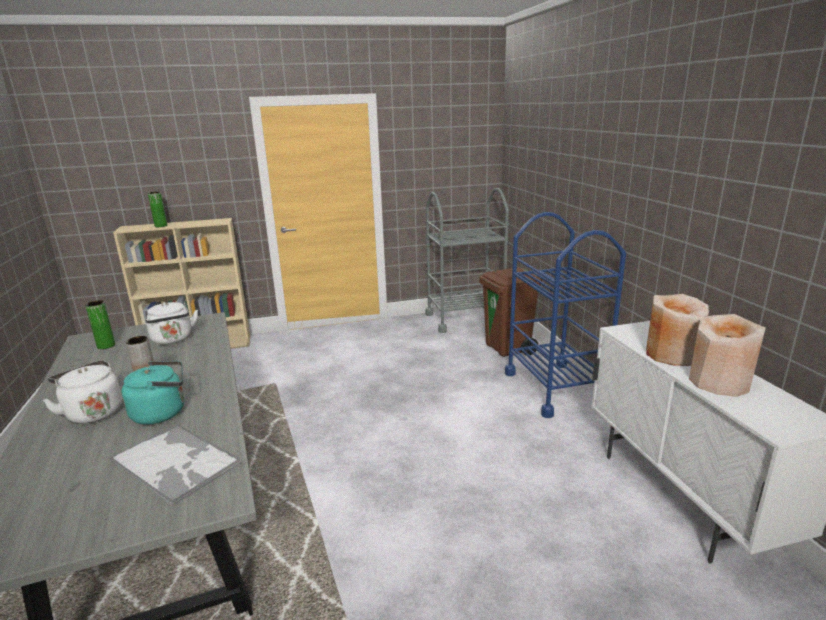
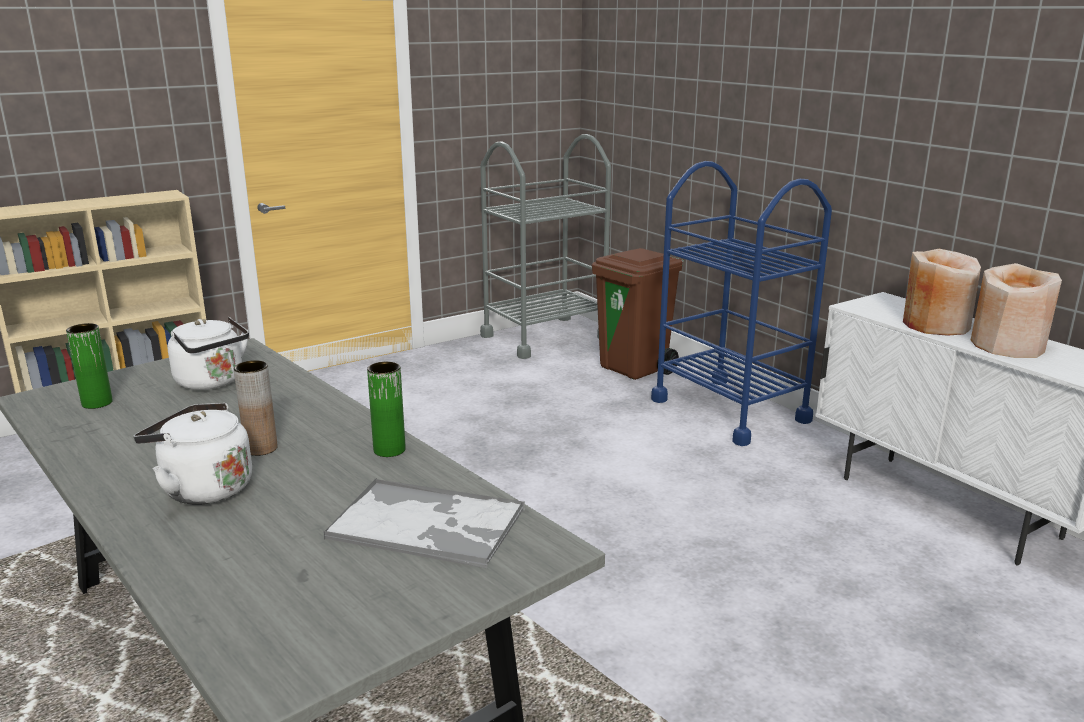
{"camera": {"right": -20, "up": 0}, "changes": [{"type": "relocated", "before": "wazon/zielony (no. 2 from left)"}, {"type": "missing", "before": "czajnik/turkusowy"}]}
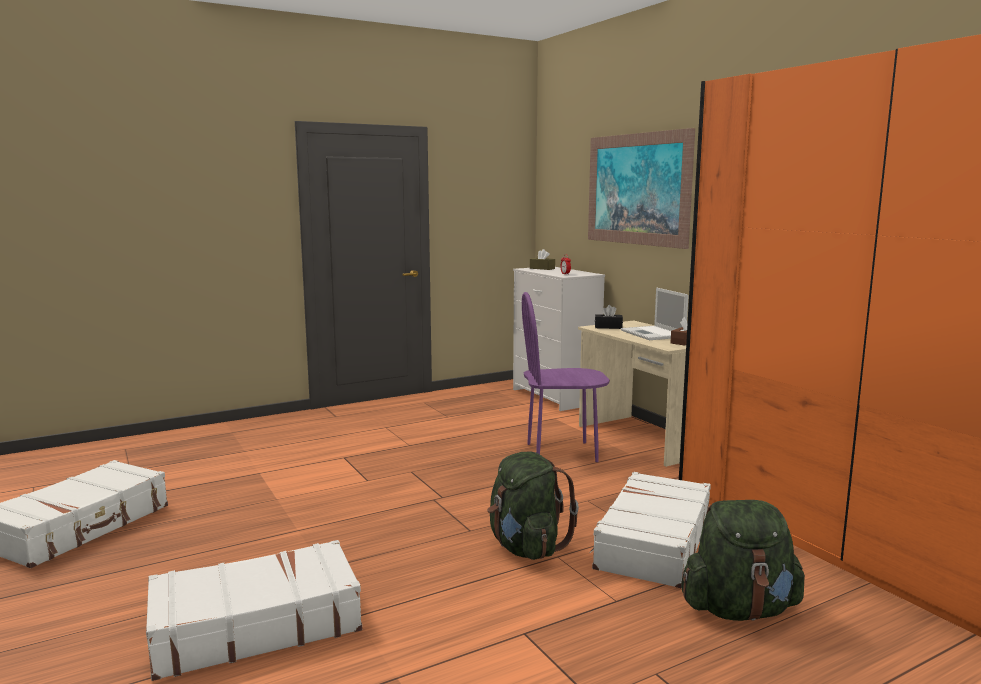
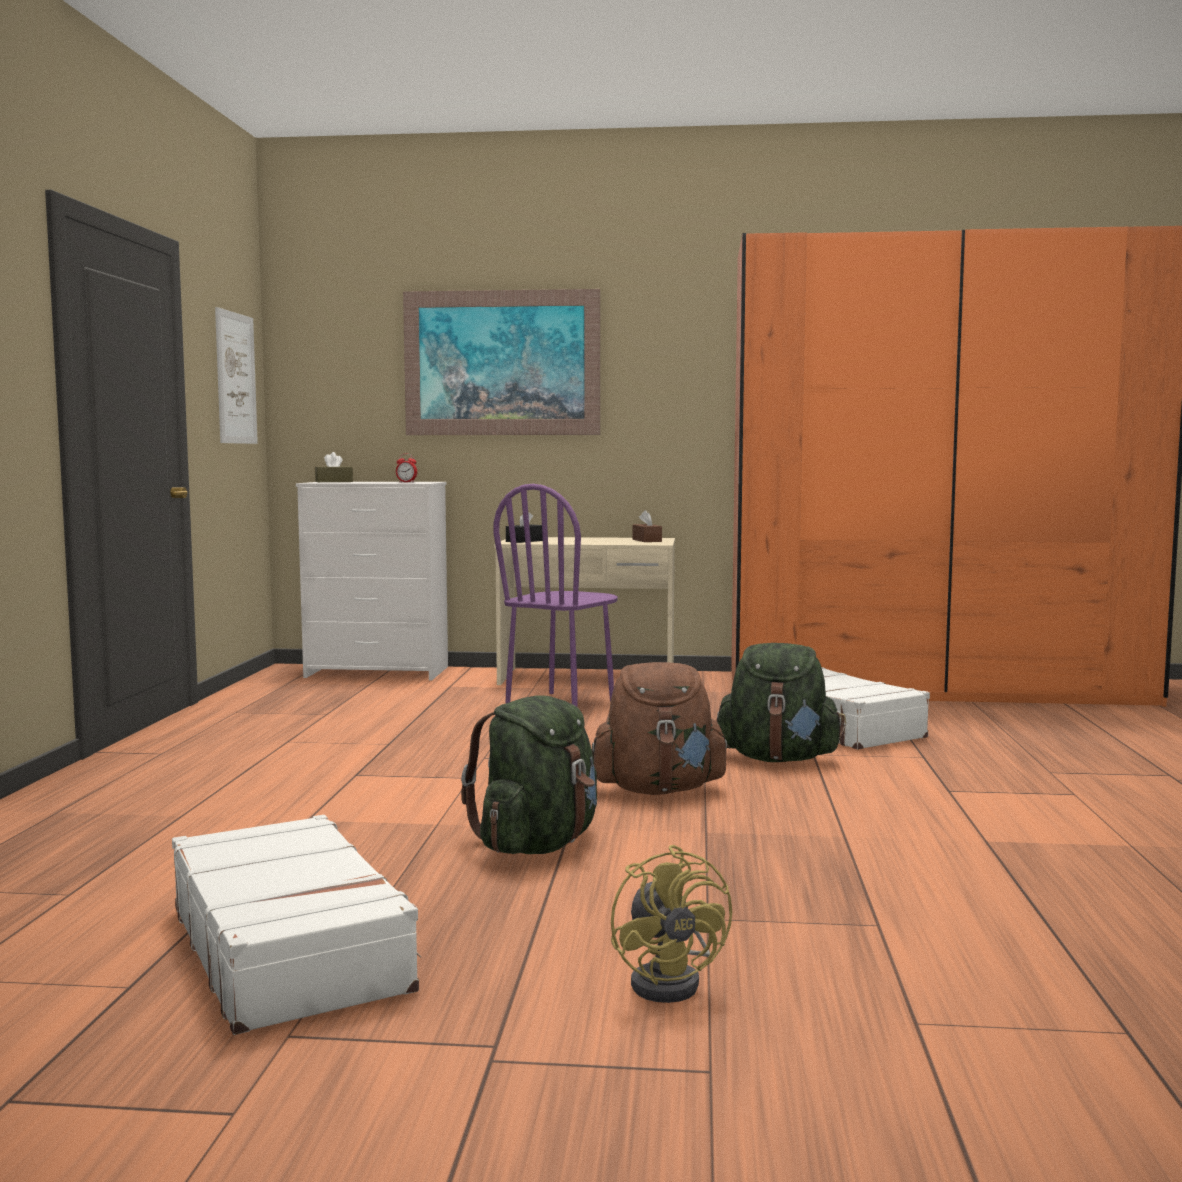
{"camera": {"right": -55, "up": -5}, "changes": [{"type": "missing", "before": "laptop"}, {"type": "relocated", "before": "plecak/zielony (no. 2 from left in the first image)", "after": "plecak/zielony (no. 1 from left)"}, {"type": "missing", "before": "walizka/biały (no. 2 from left)"}, {"type": "appeared", "after": "obraz (no. 1 from left)"}, {"type": "appeared", "after": "plecak/brązowy"}, {"type": "appeared", "after": "wentylator/żółty"}]}
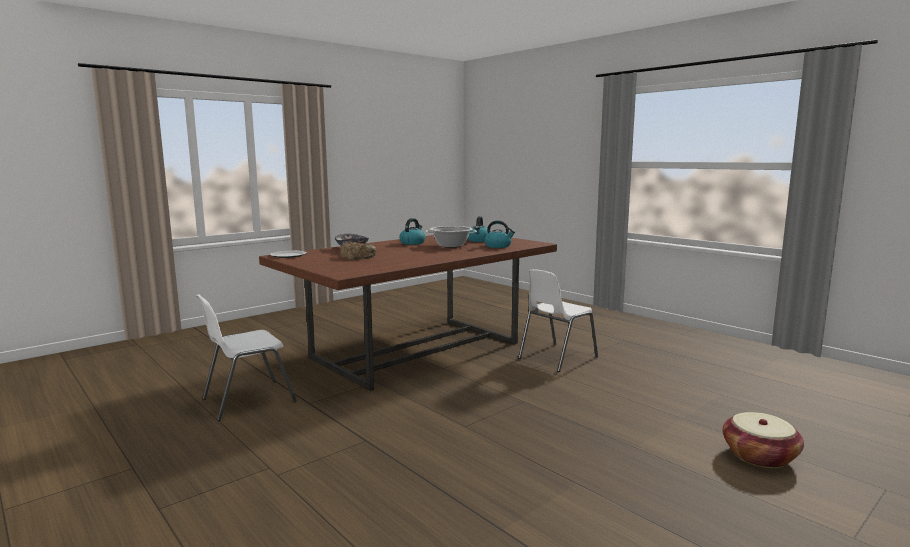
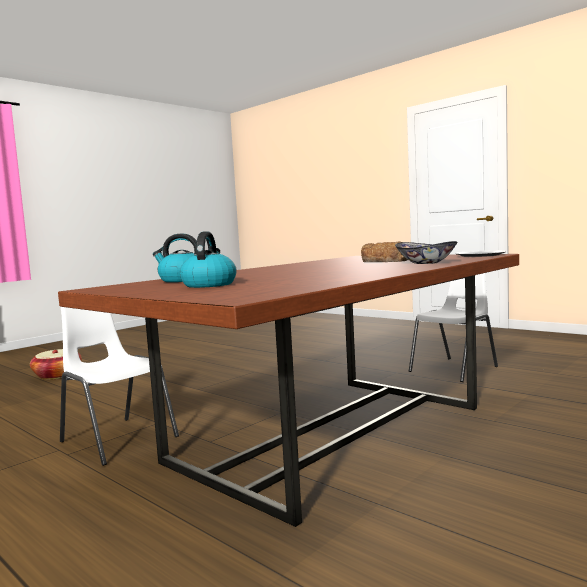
{"camera": {"right": 175, "up": -5}, "changes": [{"type": "missing", "before": "czajnik (no. 1 from left)"}, {"type": "missing", "before": "garnek"}, {"type": "spun", "before": "krzesło/biały (no. 2 from left in the first image)", "turn": -90}]}
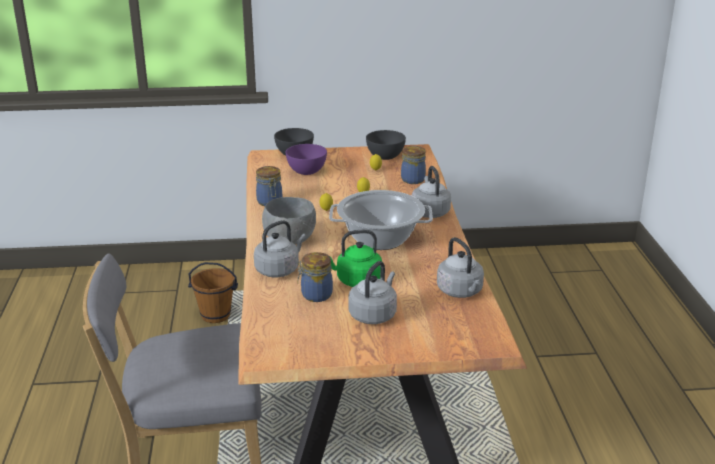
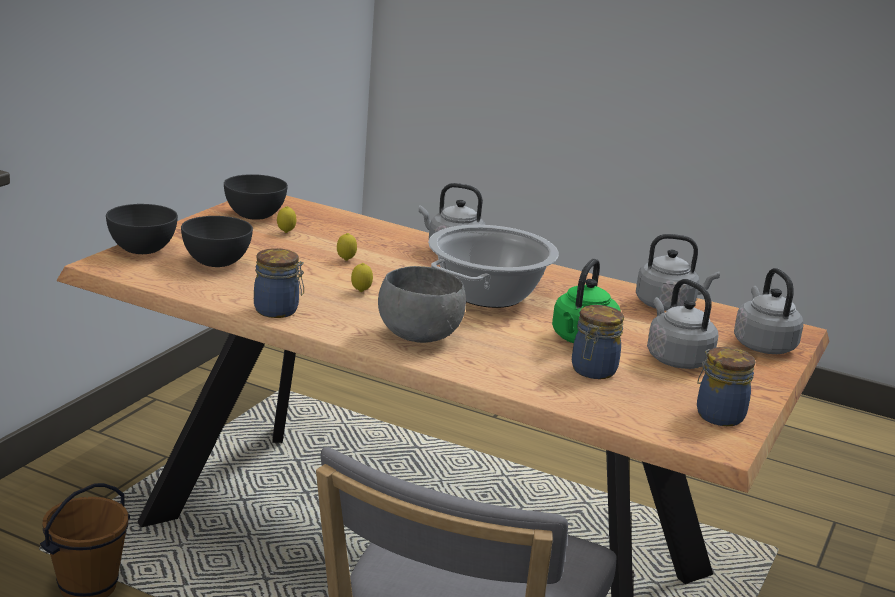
{"camera": {"right": -60, "up": -5}, "changes": [{"type": "colour", "before": "miska/fioletowy", "after": "miska/szary (no. 2 from left)"}, {"type": "relocated", "before": "słoik (no. 3 from left)"}, {"type": "relocated", "before": "czajnik/szary (no. 1 from left in the first image)", "after": "czajnik/szary (no. 4 from left)"}]}
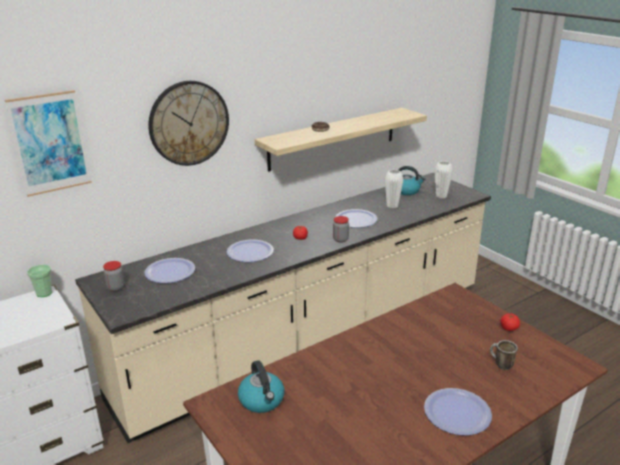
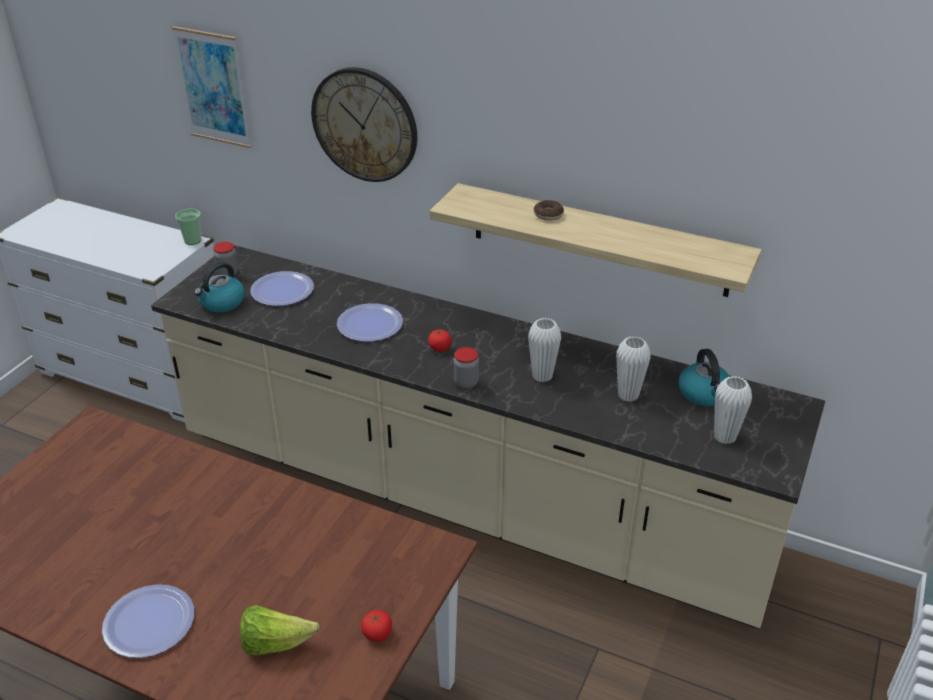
{"camera": {"right": 60, "up": 10}, "changes": [{"type": "exchanged", "before": "talerz (no. 3 from left)", "after": "wazon/biały (no. 1 from left)"}, {"type": "exchanged", "before": "kubek", "after": "sałata"}, {"type": "relocated", "before": "czajnik (no. 1 from left)"}]}
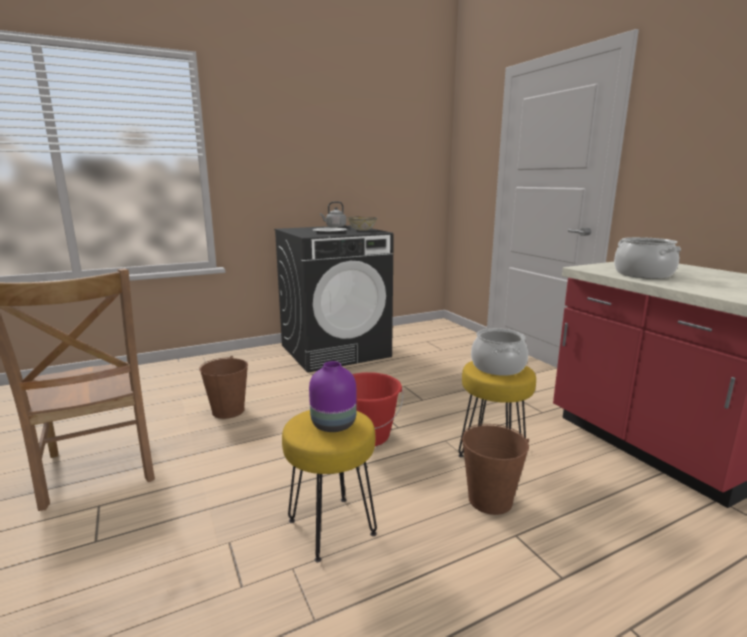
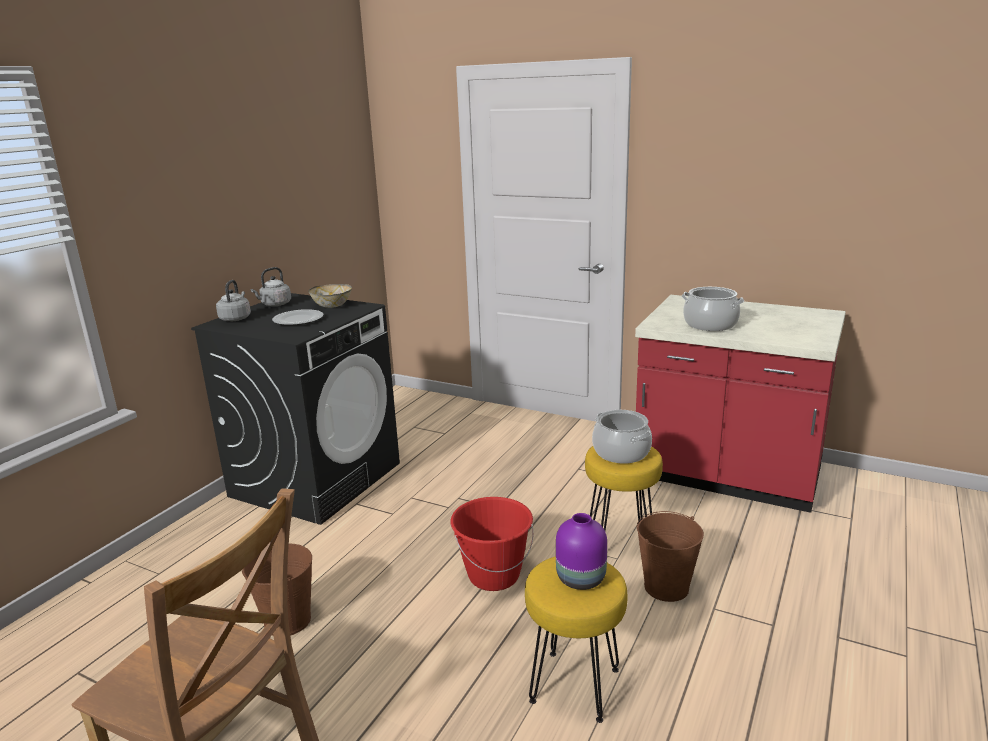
{"camera": {"right": -35, "up": 5}, "changes": [{"type": "appeared", "after": "czajnik/szary (no. 1 from left)"}]}
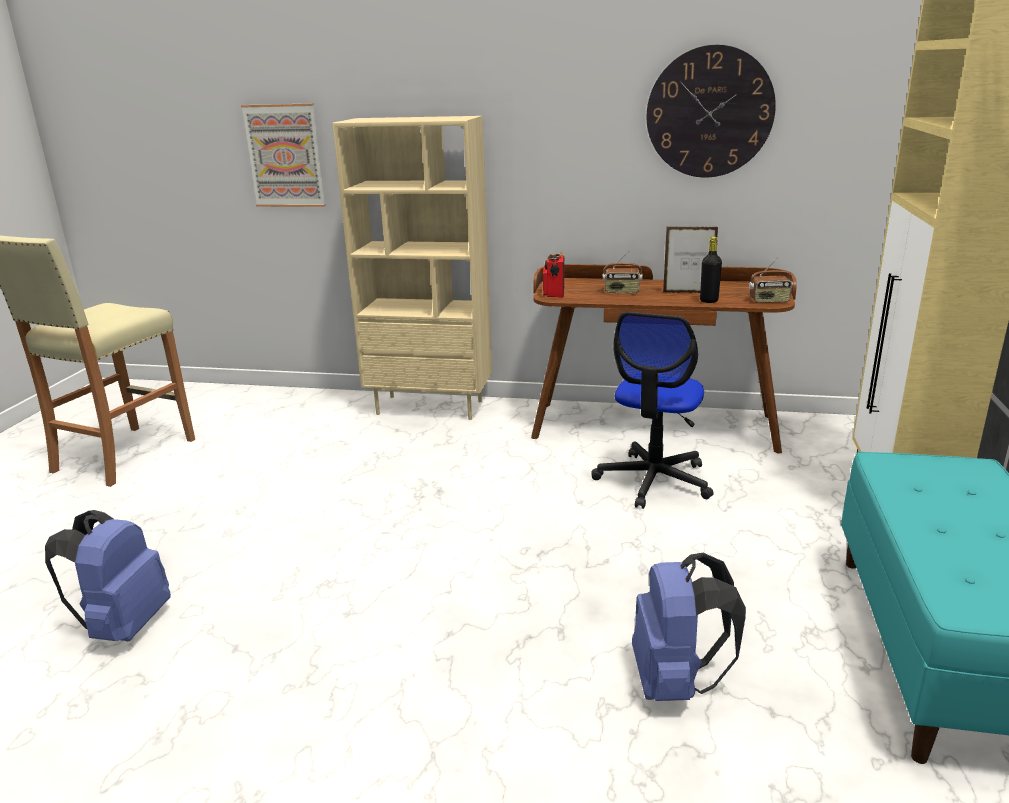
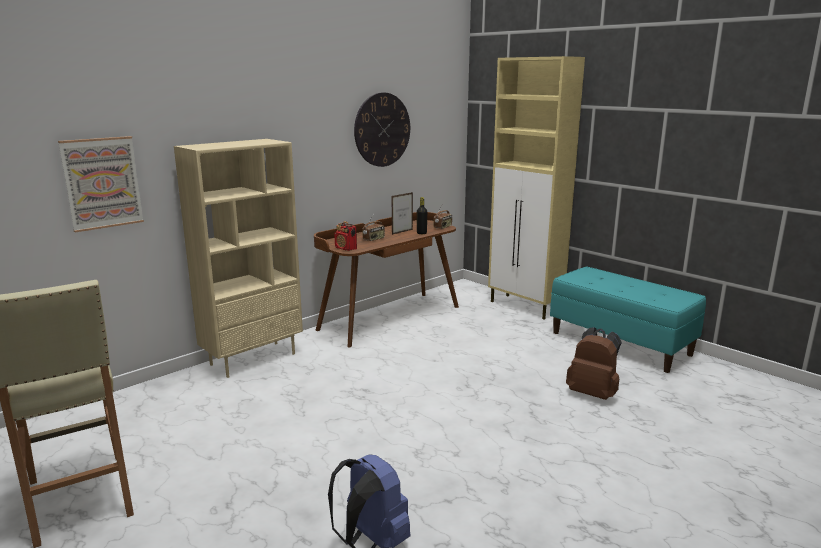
{"camera": {"right": -55, "up": -5}, "changes": [{"type": "missing", "before": "krzesło biurowe"}, {"type": "colour", "before": "plecak/niebieski (no. 2 from left)", "after": "plecak/brązowy"}]}
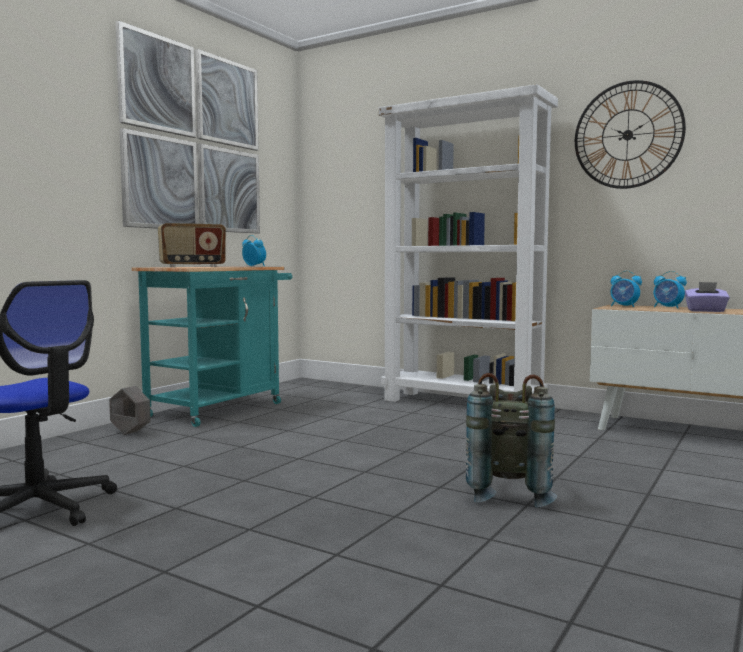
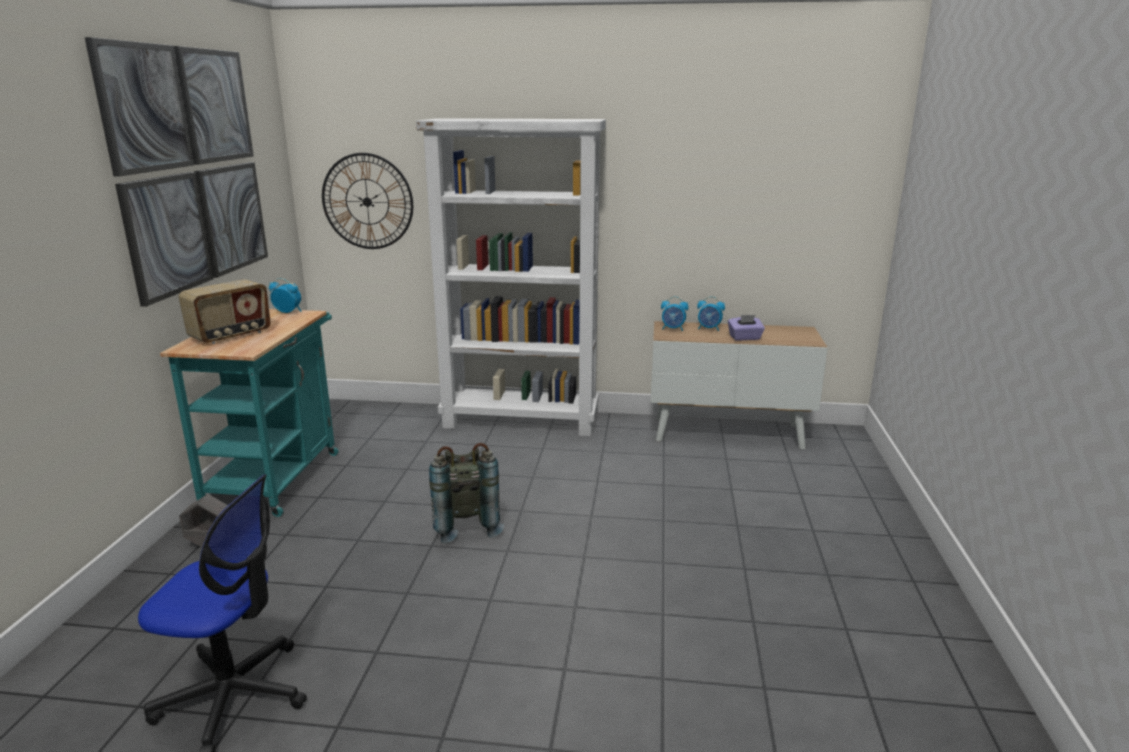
{"camera": {"right": -25, "up": 15}, "changes": [{"type": "relocated", "before": "zegar ścienny"}, {"type": "relocated", "before": "plecak/szary"}]}
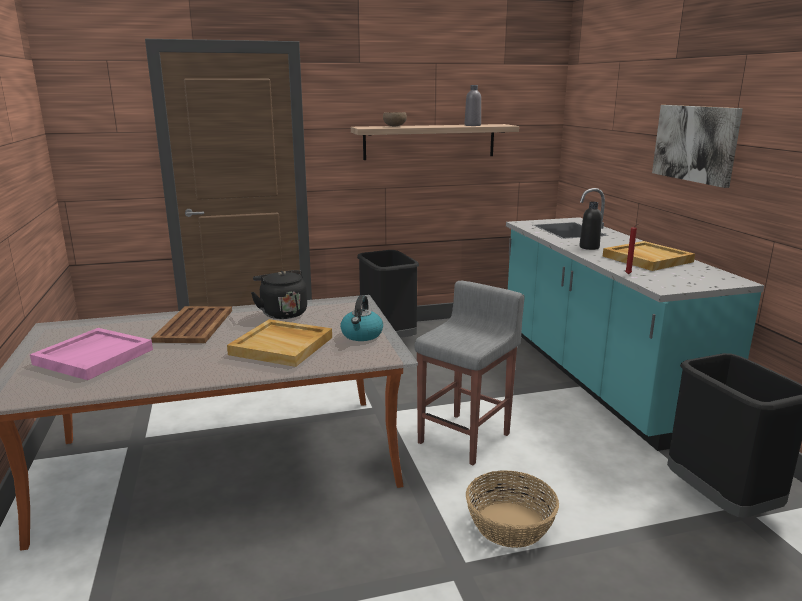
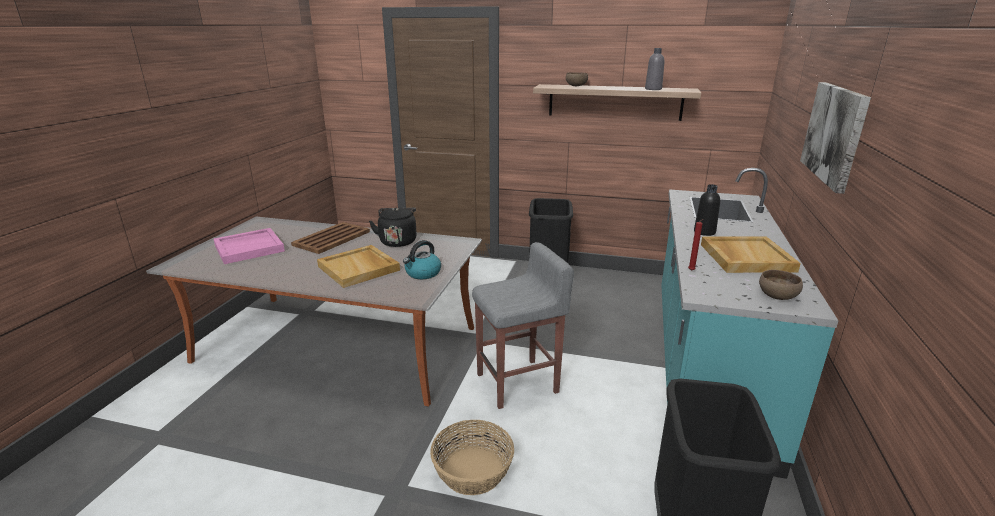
{"camera": {"right": 30, "up": 5}, "changes": [{"type": "appeared", "after": "miska/brązowy (no. 2 from left)"}]}
